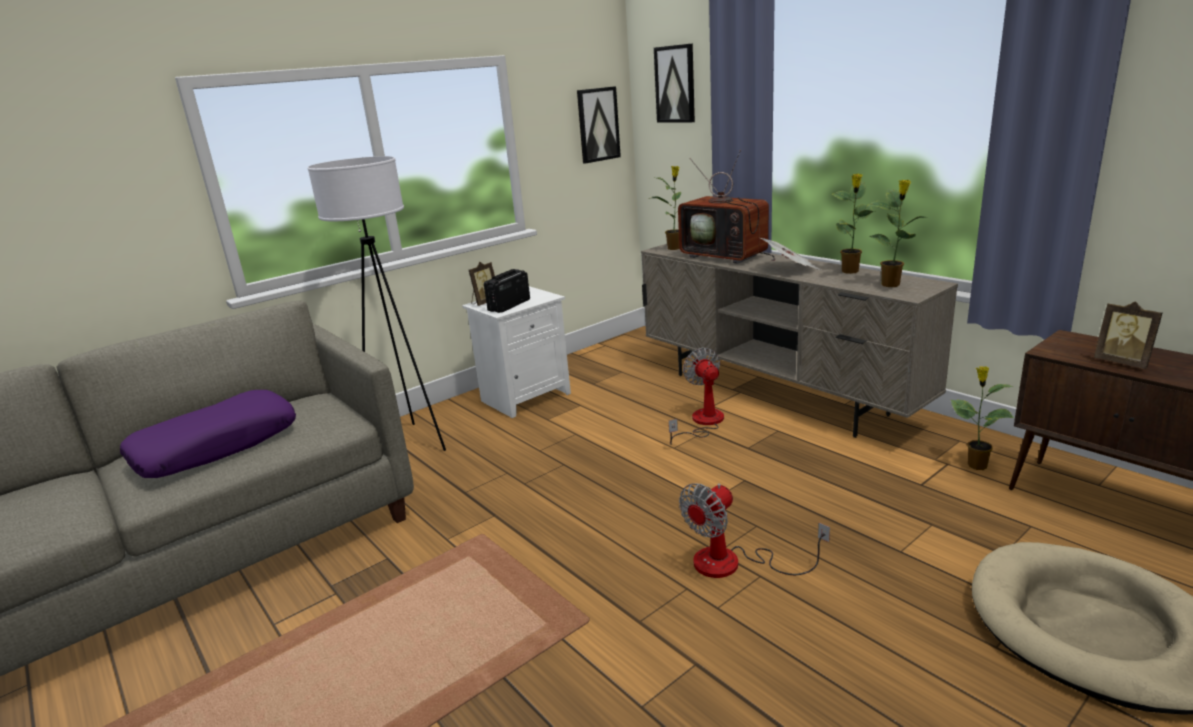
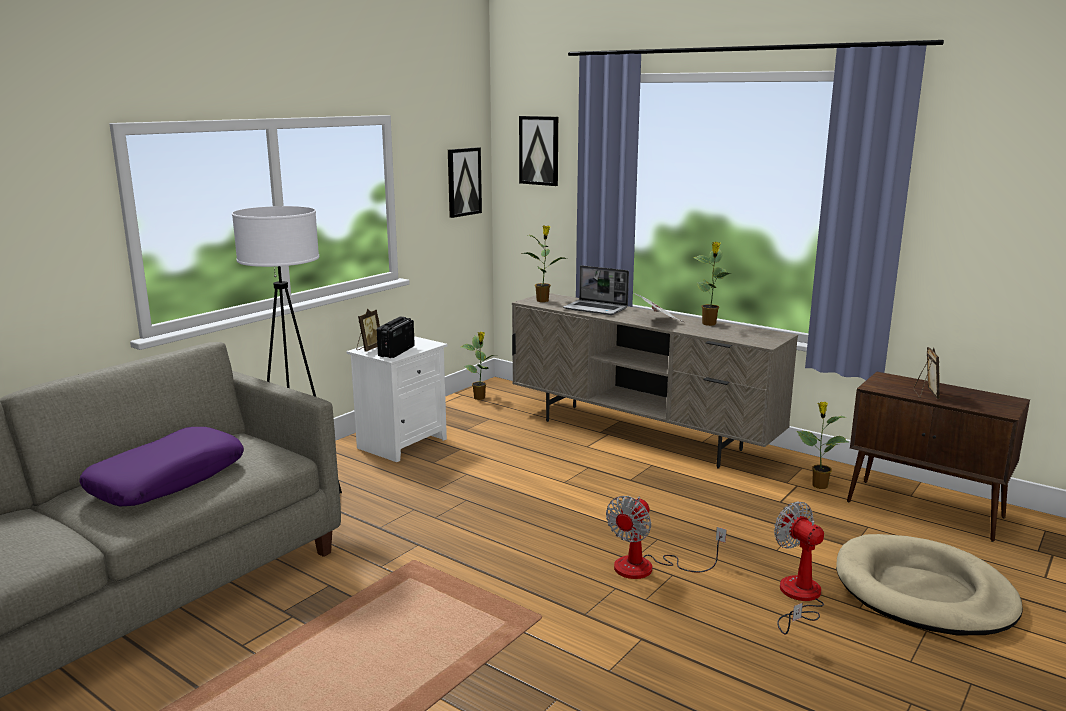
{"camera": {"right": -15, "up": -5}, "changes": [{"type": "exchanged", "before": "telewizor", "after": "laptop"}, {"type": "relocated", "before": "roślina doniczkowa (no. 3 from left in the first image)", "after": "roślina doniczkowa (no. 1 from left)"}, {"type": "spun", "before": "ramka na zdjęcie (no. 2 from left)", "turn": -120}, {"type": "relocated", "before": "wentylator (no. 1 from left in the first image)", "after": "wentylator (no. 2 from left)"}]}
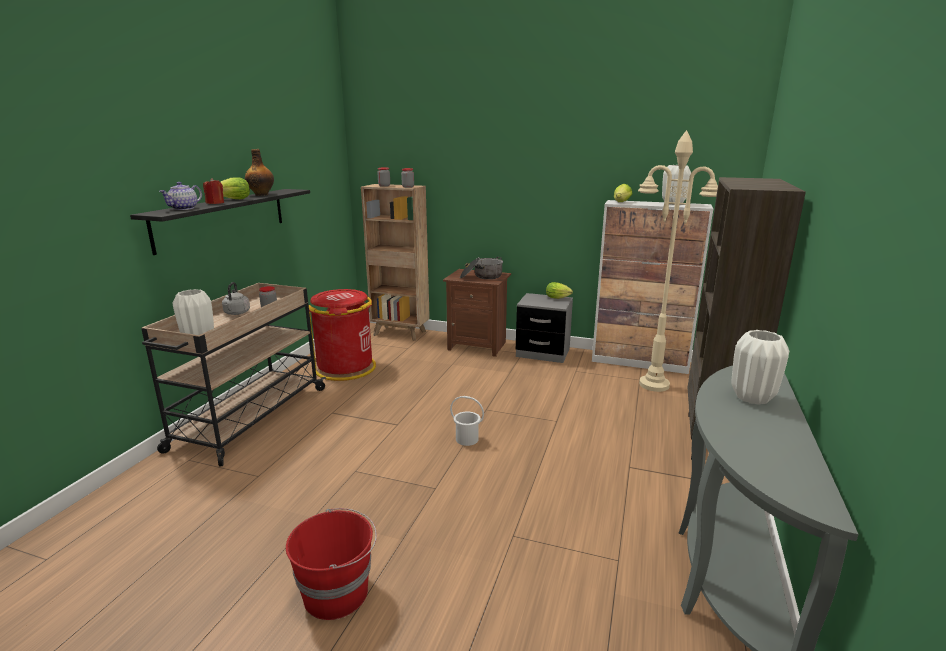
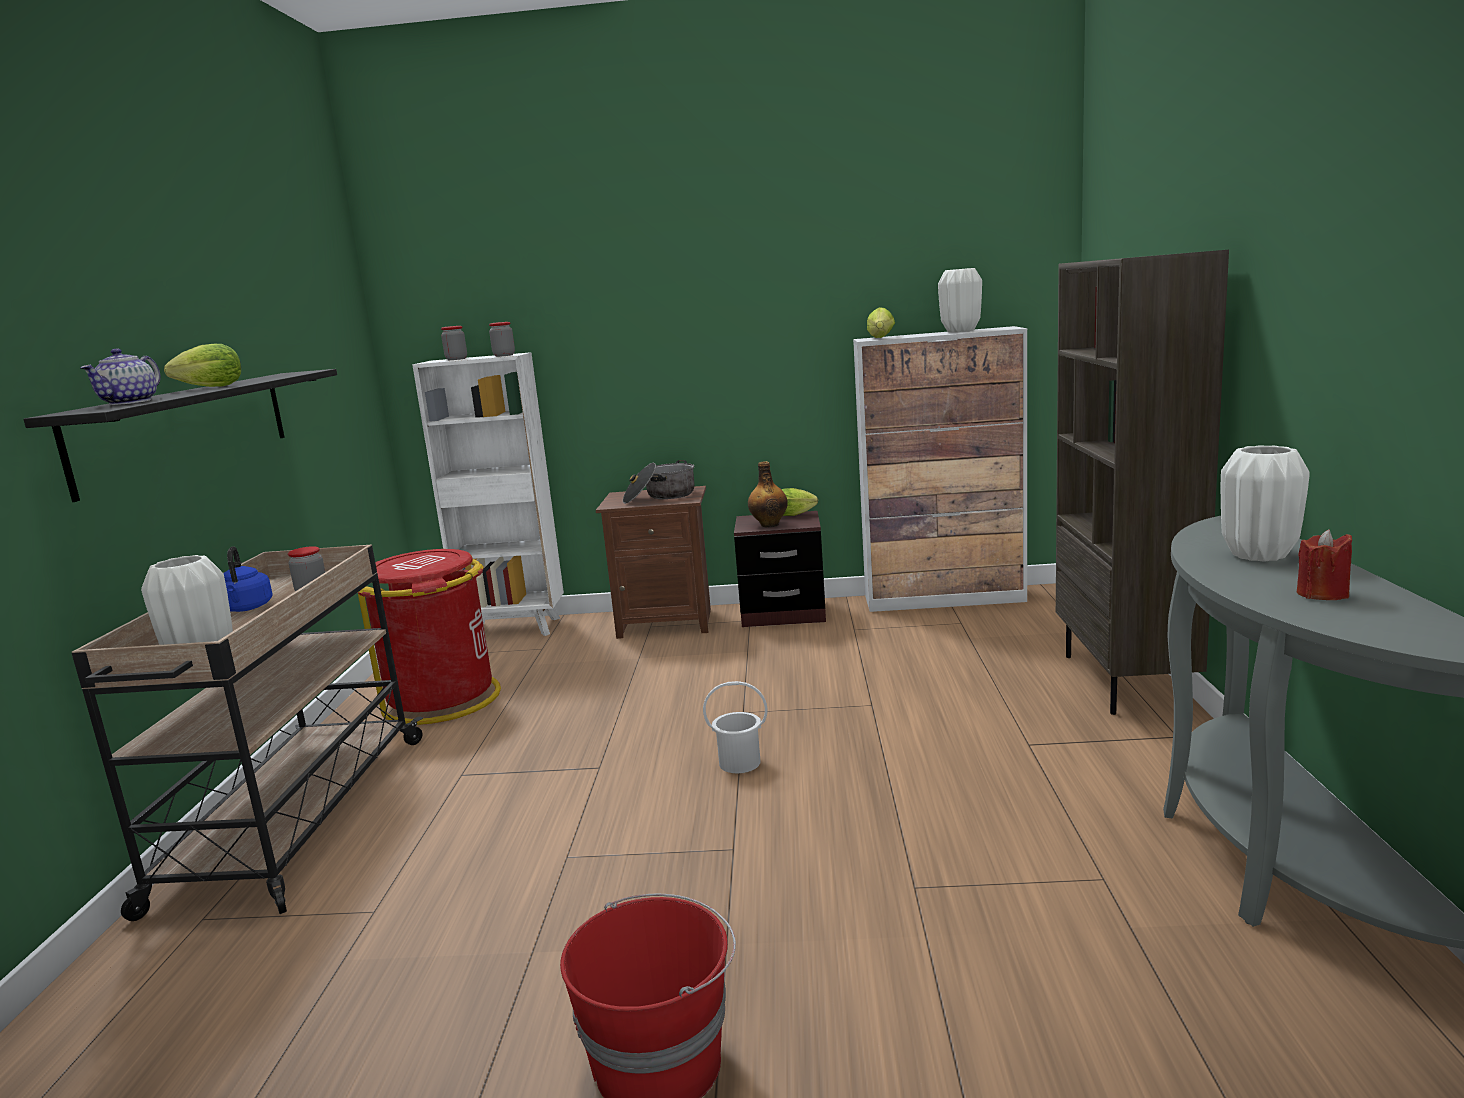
{"camera": {"right": -15, "up": -5}, "changes": [{"type": "missing", "before": "lampa stojąca/beżowy"}, {"type": "relocated", "before": "butelka"}, {"type": "relocated", "before": "świeca/czerwony"}, {"type": "colour", "before": "regał/brązowy (no. 1 from left)", "after": "regał/biały"}, {"type": "colour", "before": "czajnik/szary", "after": "czajnik/niebieski"}, {"type": "colour", "before": "szafka nocna/szary", "after": "szafka nocna/brązowy (no. 2 from left)"}]}
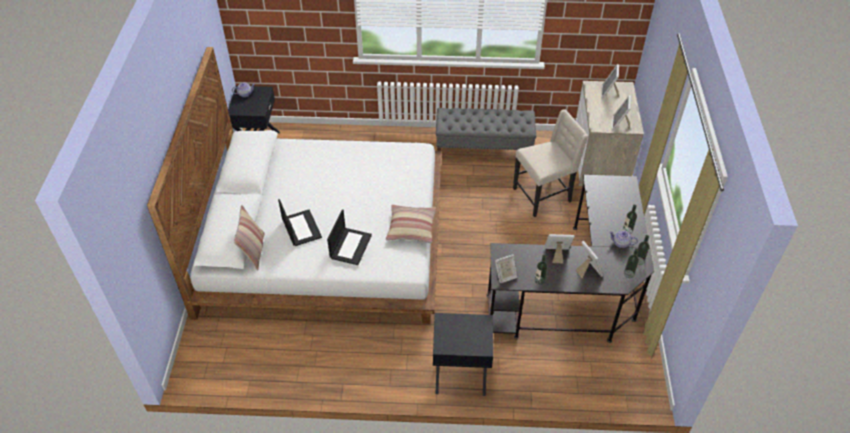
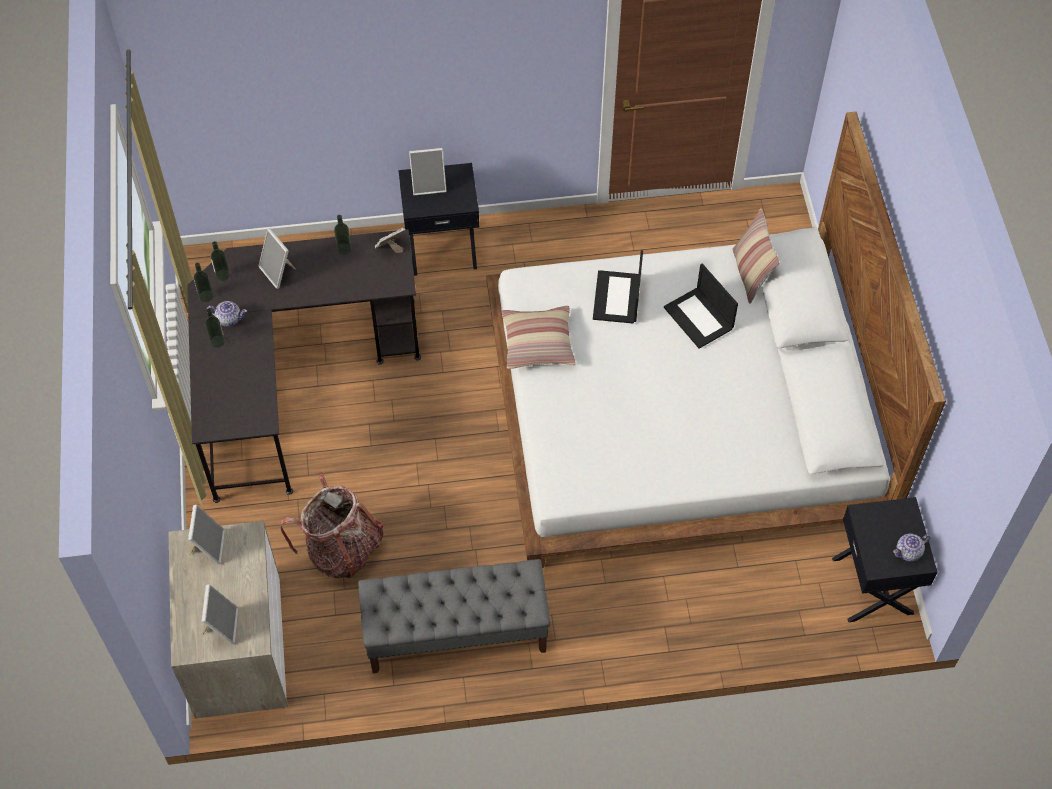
{"camera": {"right": 170, "up": 10}, "changes": [{"type": "exchanged", "before": "krzesło/beżowy", "after": "plecak"}, {"type": "relocated", "before": "ramka na zdjęcie (no. 2 from left in the first image)", "after": "ramka na zdjęcie (no. 5 from left)"}]}
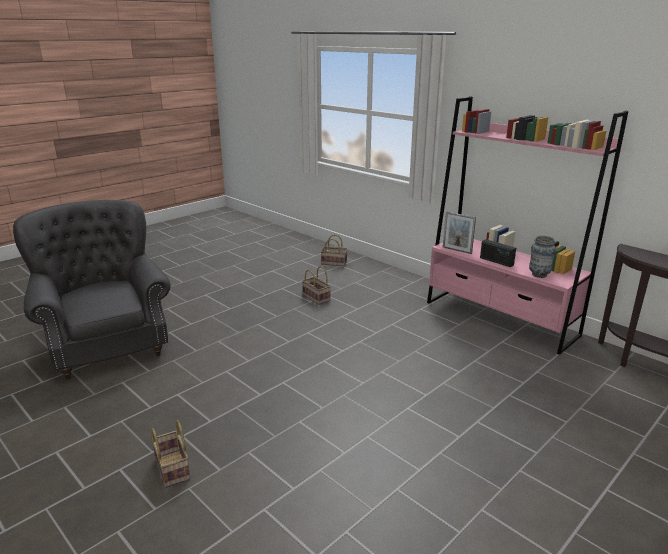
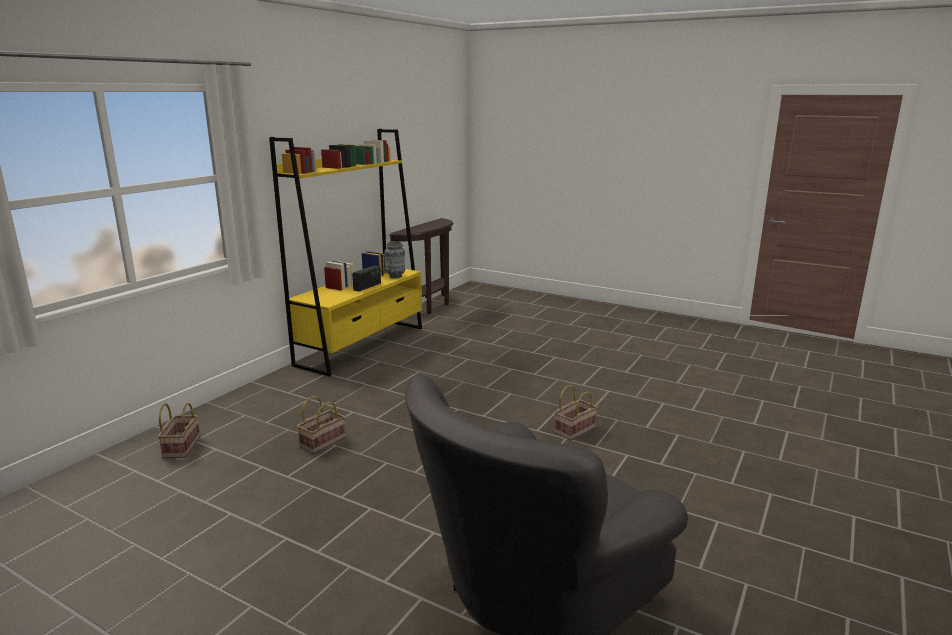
{"camera": {"right": -105, "up": -5}, "changes": [{"type": "colour", "before": "regał/różowy", "after": "regał/żółty"}, {"type": "missing", "before": "ramka na zdjęcie"}, {"type": "relocated", "before": "koszyk (no. 1 from left in the first image)", "after": "koszyk (no. 3 from left)"}]}
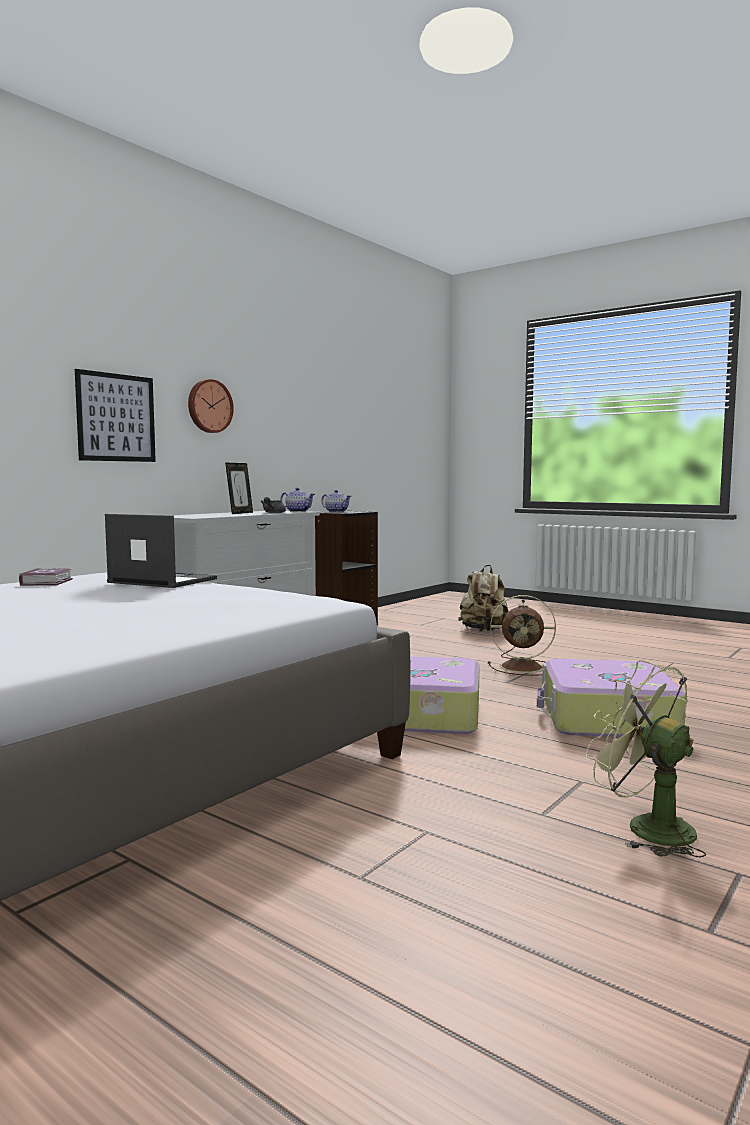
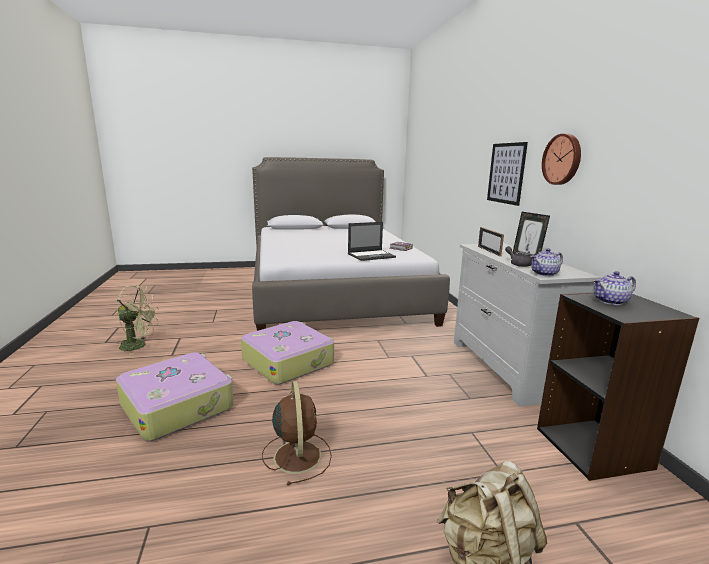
{"camera": {"right": 130, "up": 10}, "changes": [{"type": "spun", "before": "wentylator/brązowy", "turn": 120}, {"type": "appeared", "after": "ramka na zdjęcie (no. 1 from left)"}]}
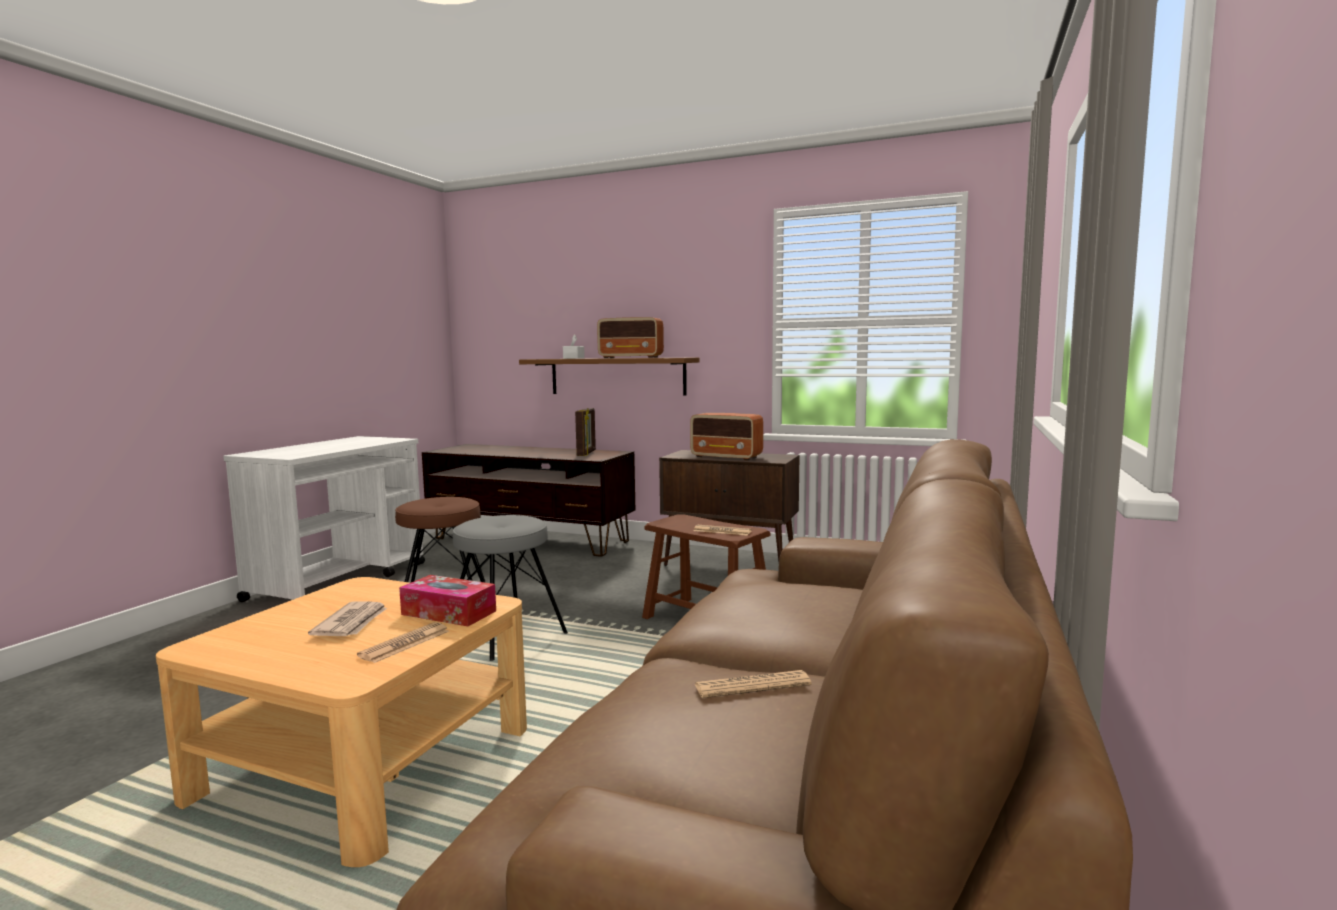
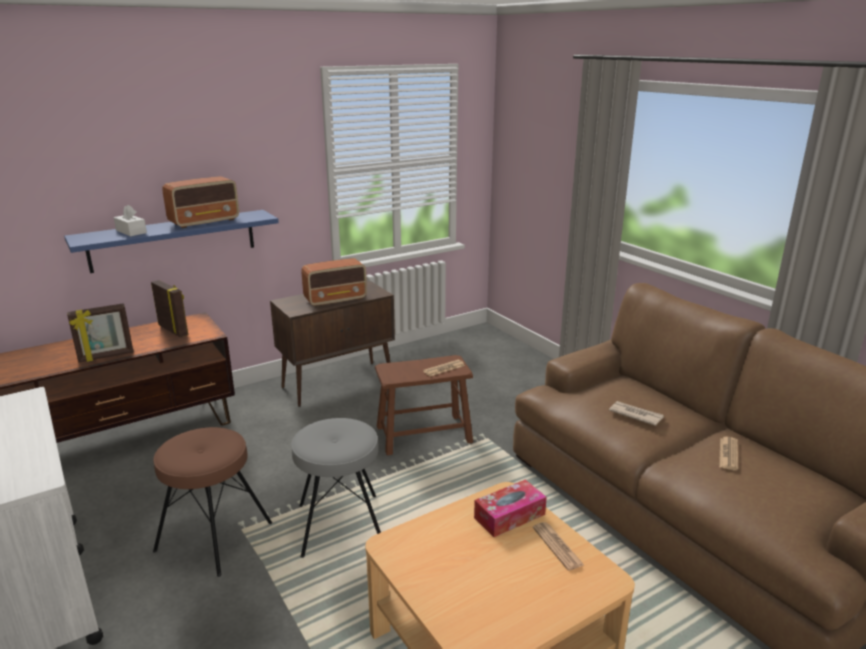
{"camera": {"right": -55, "up": 15}, "changes": [{"type": "colour", "before": "półka/brązowy", "after": "półka/niebieski"}, {"type": "relocated", "before": "gazeta (no. 1 from left in the first image)", "after": "gazeta (no. 3 from left)"}, {"type": "appeared", "after": "ramka na zdjęcie (no. 1 from left)"}]}
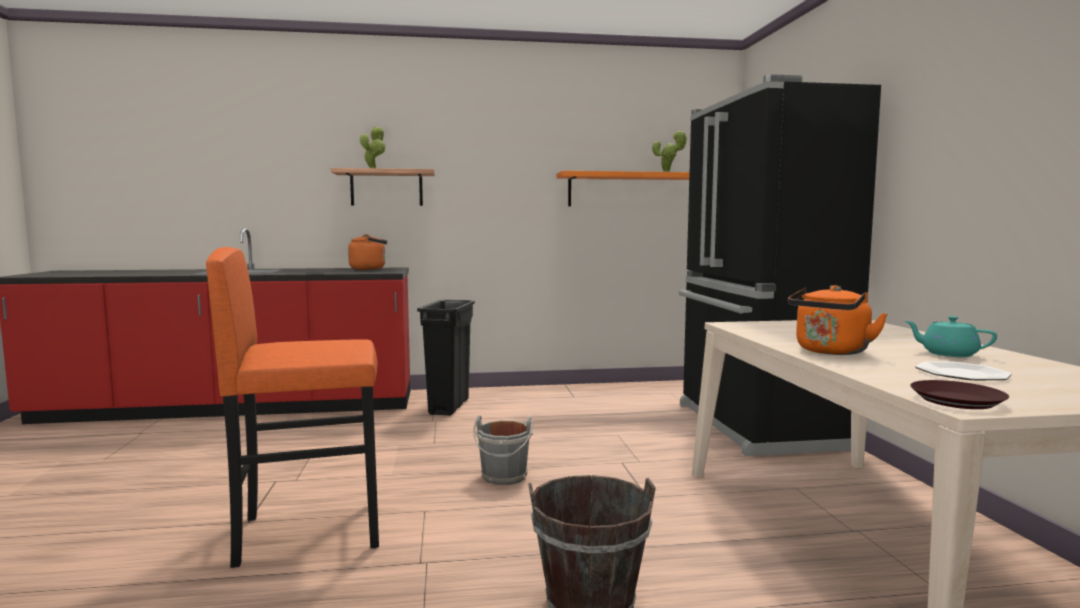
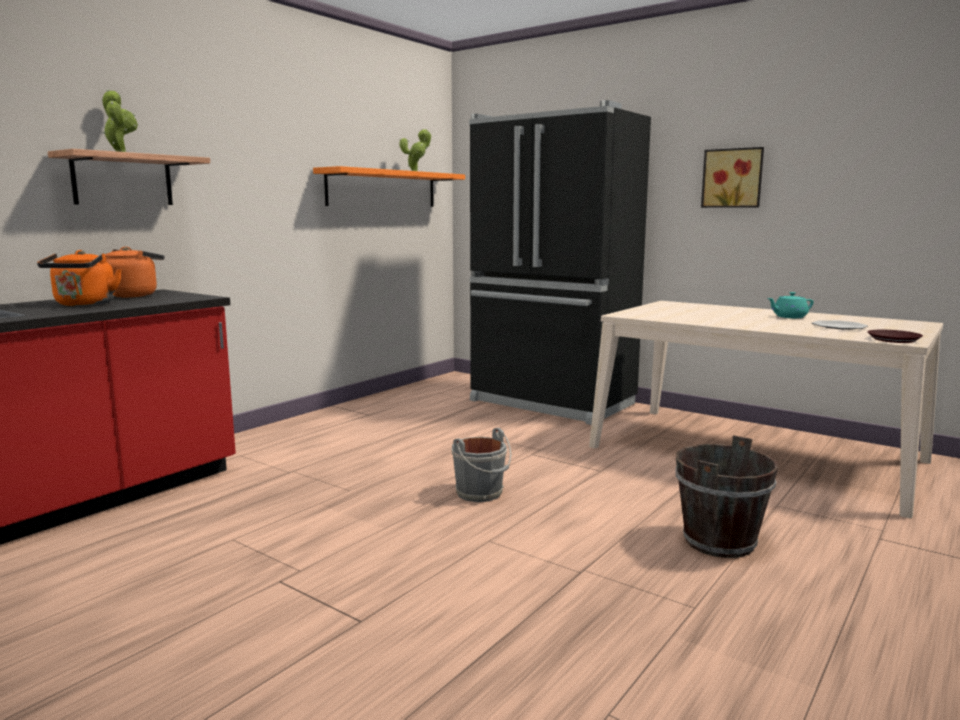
{"camera": {"right": -45, "up": 5}, "changes": [{"type": "missing", "before": "stołek/pomarańczowy"}, {"type": "relocated", "before": "czajnik/pomarańczowy (no. 2 from left in the first image)", "after": "czajnik/pomarańczowy (no. 1 from left)"}, {"type": "missing", "before": "kosz na śmieci/czarny"}, {"type": "appeared", "after": "obraz"}]}
